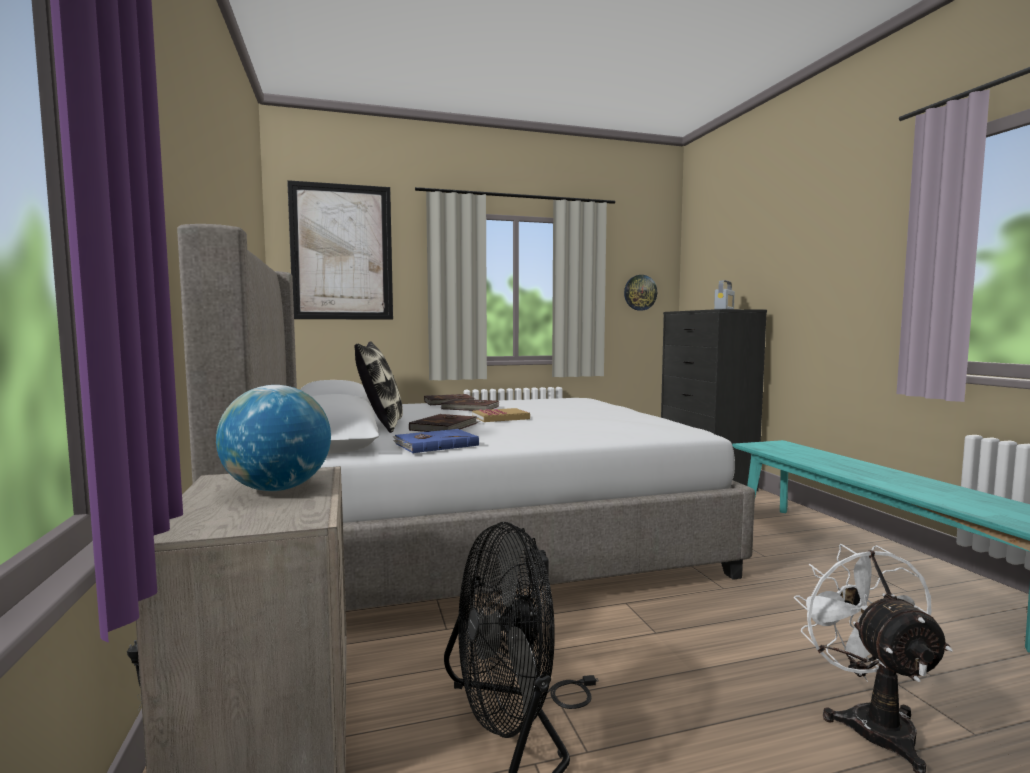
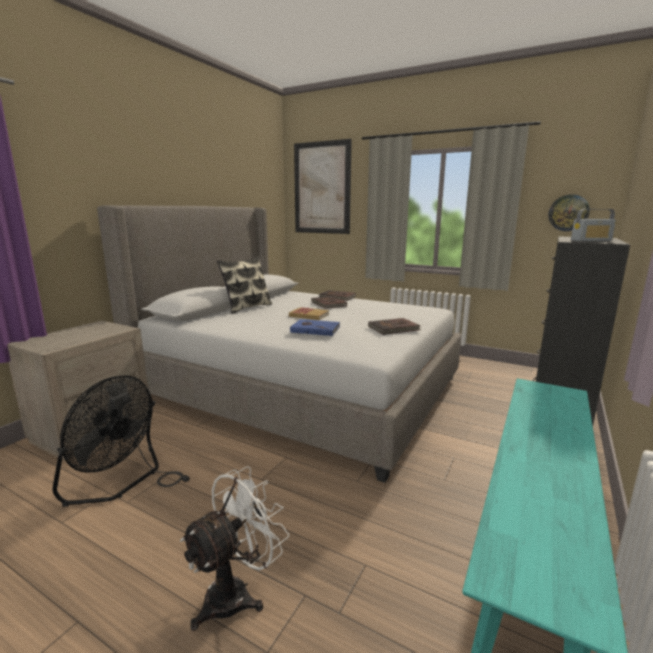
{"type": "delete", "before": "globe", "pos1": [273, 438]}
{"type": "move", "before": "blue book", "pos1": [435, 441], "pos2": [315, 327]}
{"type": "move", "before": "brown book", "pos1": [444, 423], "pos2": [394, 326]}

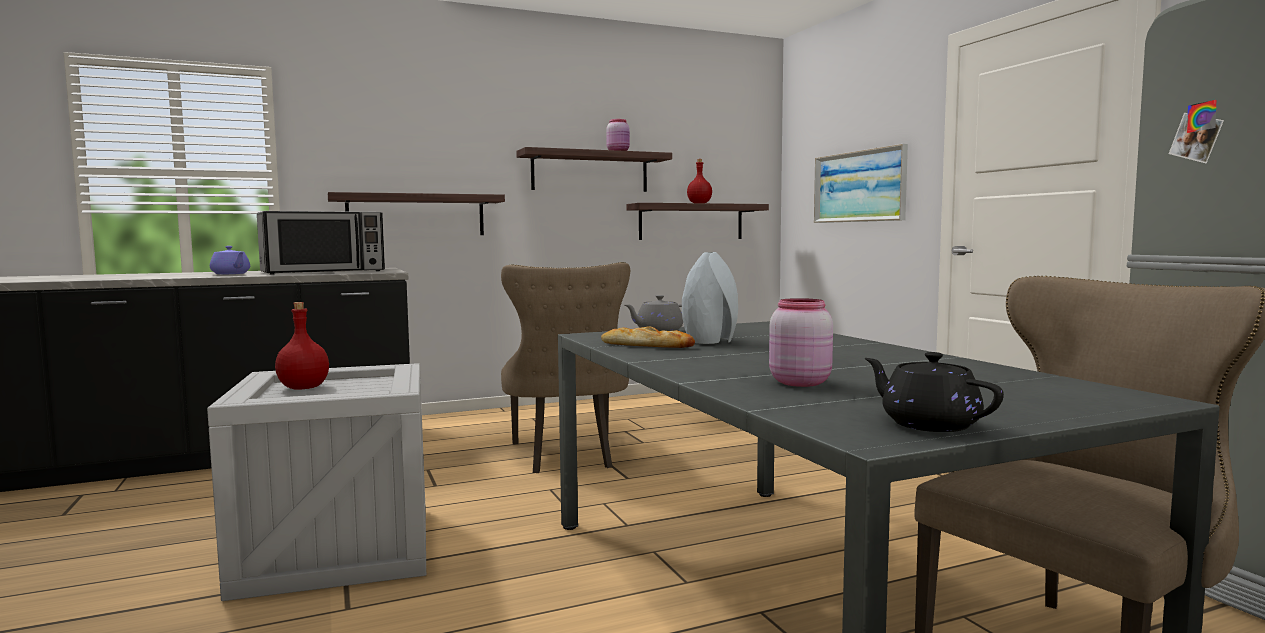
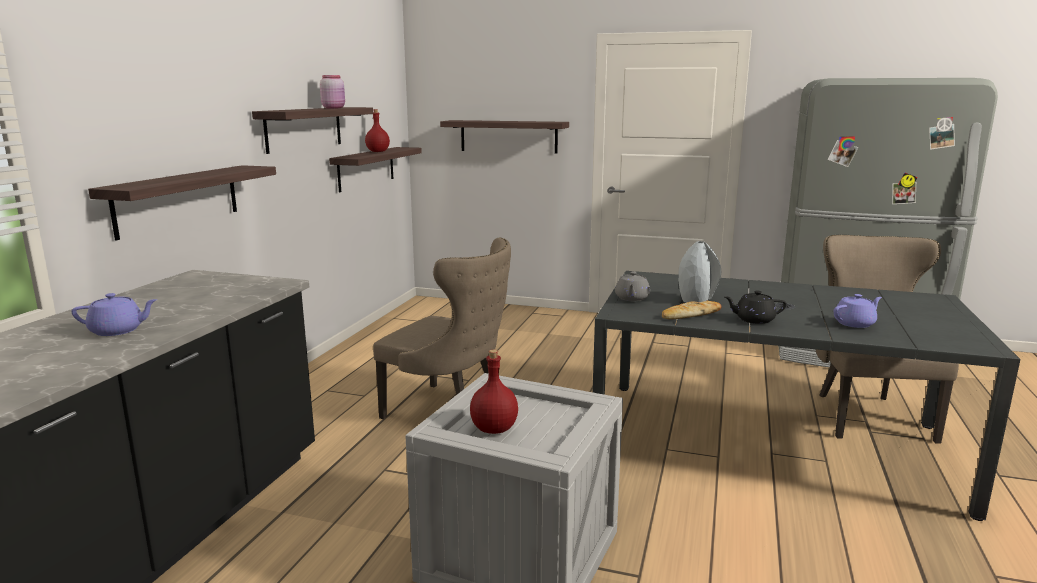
{"type": "delete", "before": "microwave", "pos1": [321, 243]}
{"type": "replace", "before": "pink jar", "after": "purple teapot", "pos1": [801, 342], "pos2": [858, 311]}
{"type": "replace", "before": "picture", "after": "shelf", "pos1": [861, 183], "pos2": [504, 137]}
{"type": "move", "before": "black teapot", "pos1": [934, 392], "pos2": [756, 307]}

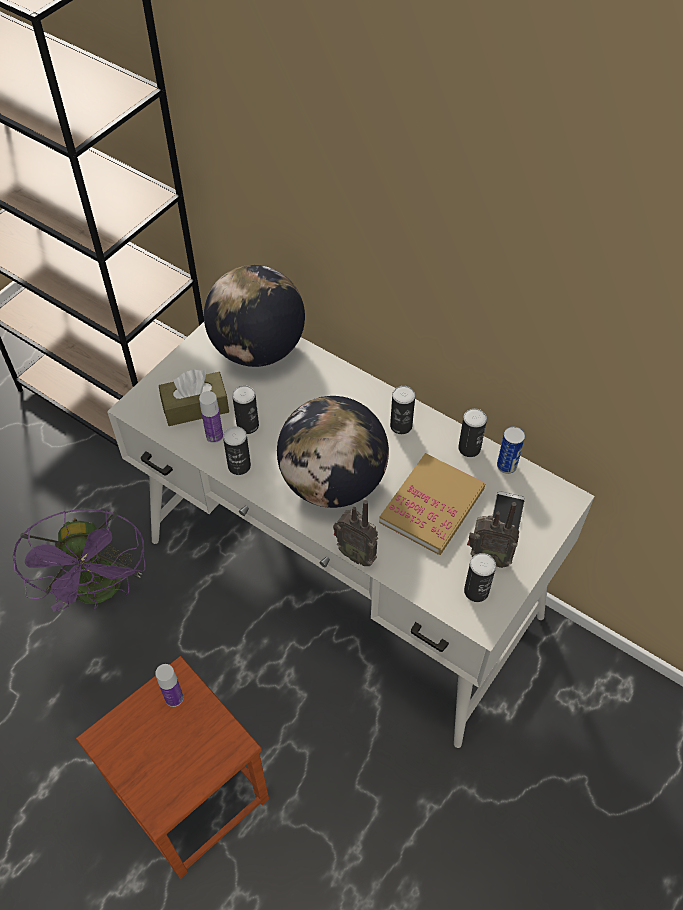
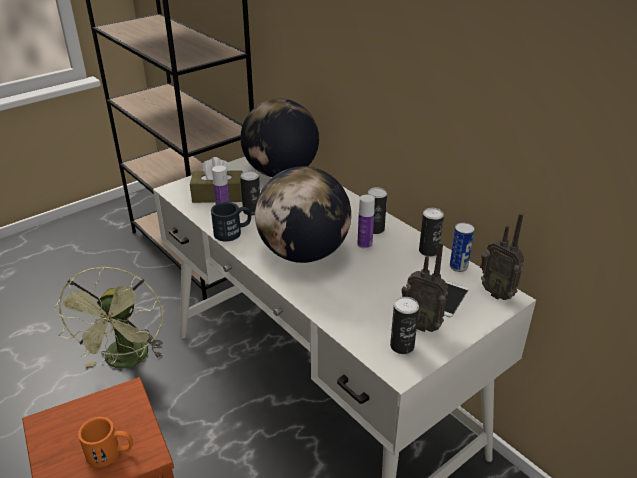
{"type": "recolor", "before": "purple fan", "after": "green fan", "pos1": [79, 560], "pos2": [108, 317]}
{"type": "move", "before": "bottle", "pos1": [169, 685], "pos2": [366, 222]}
{"type": "replace", "before": "can", "after": "black mug", "pos1": [237, 450], "pos2": [231, 222]}
{"type": "move", "before": "radio", "pos1": [355, 533], "pos2": [502, 256]}
{"type": "delete", "before": "book", "pos1": [432, 504]}
{"type": "insert", "after": "orange mug", "pos2": [105, 442]}

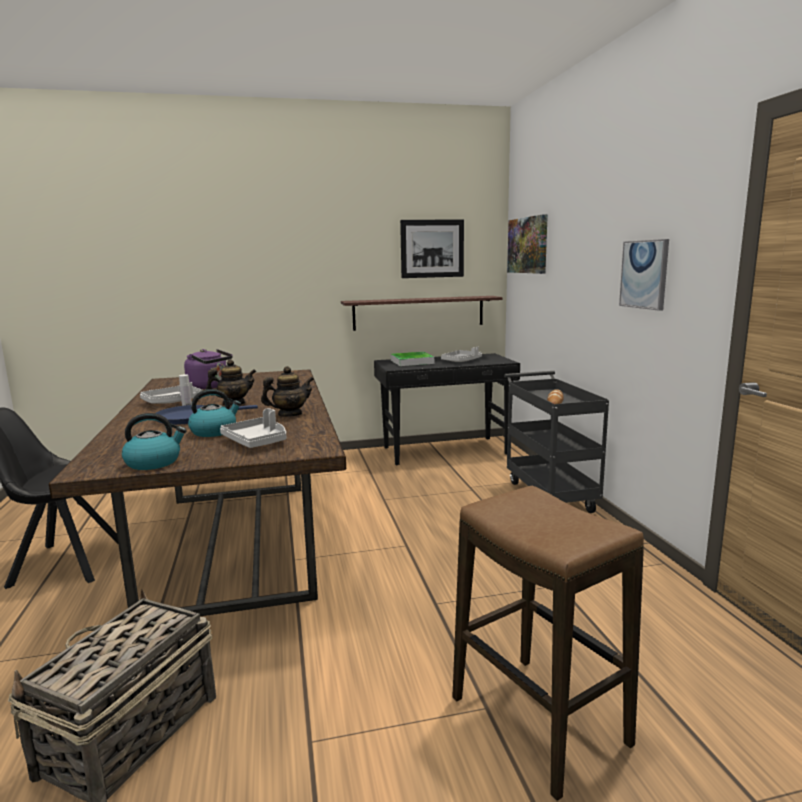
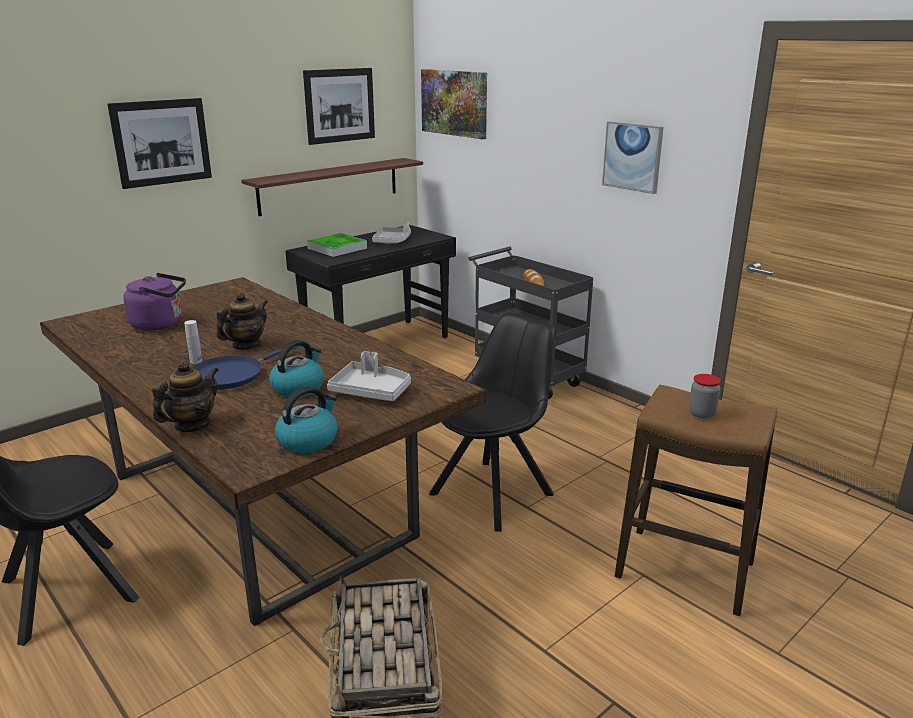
{"type": "delete", "before": "grey tray", "pos1": [171, 393]}
{"type": "move", "before": "teapot", "pos1": [287, 391], "pos2": [185, 396]}
{"type": "insert", "after": "picture", "pos2": [159, 143]}
{"type": "insert", "after": "black chair", "pos2": [492, 422]}
{"type": "insert", "after": "jar", "pos2": [705, 396]}

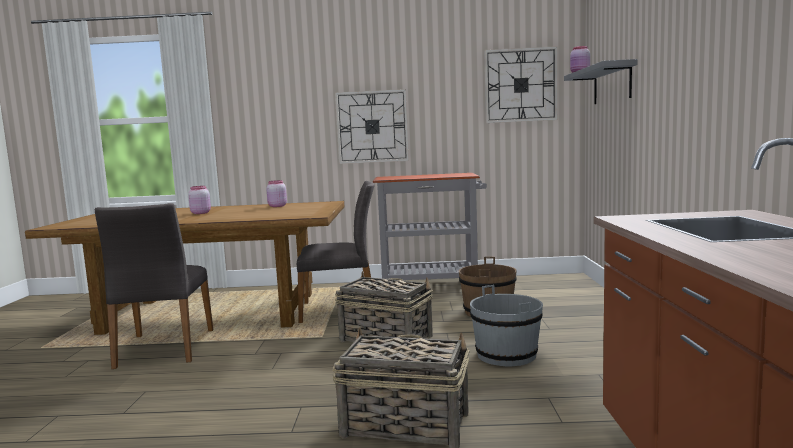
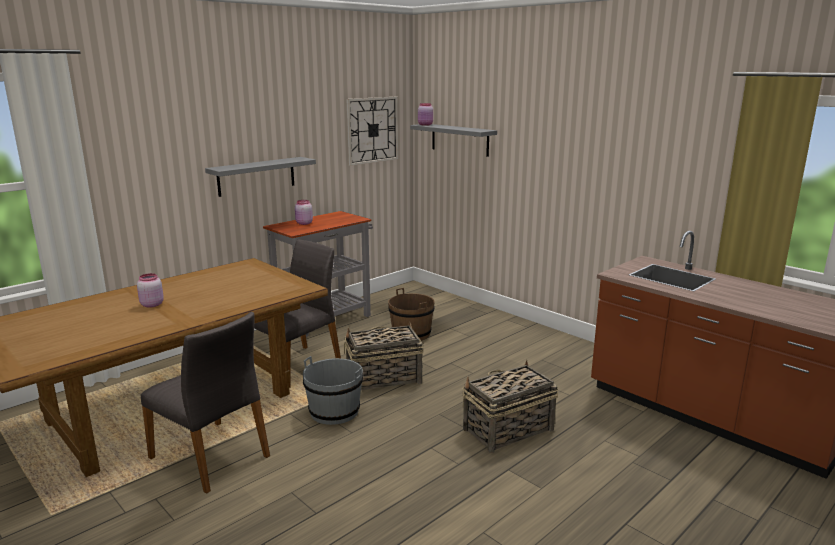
{"type": "move", "before": "pink jar", "pos1": [276, 193], "pos2": [304, 212]}
{"type": "replace", "before": "wall clock", "after": "grey shelf", "pos1": [372, 126], "pos2": [260, 177]}
{"type": "move", "before": "grey bucket", "pos1": [506, 325], "pos2": [333, 390]}

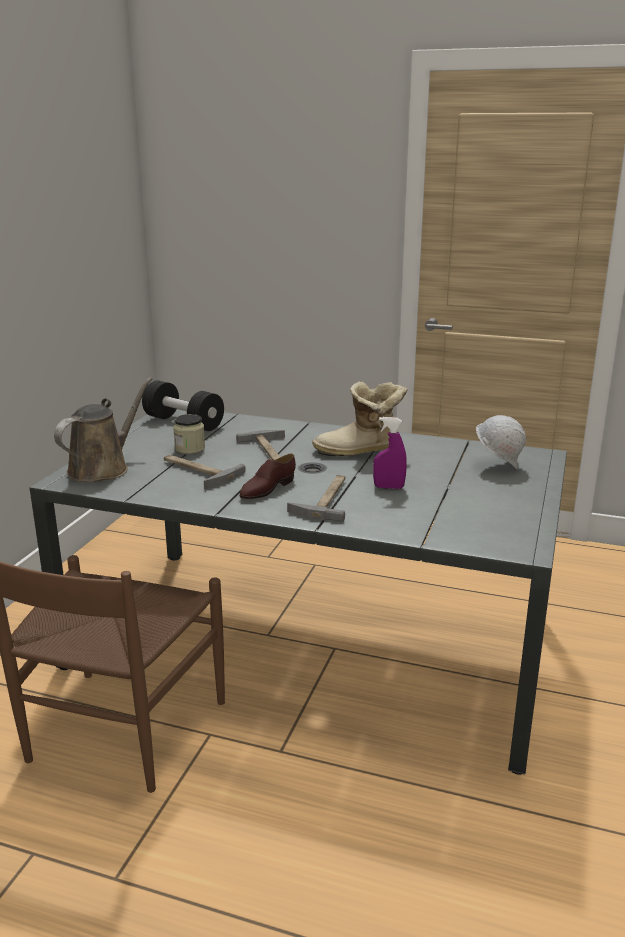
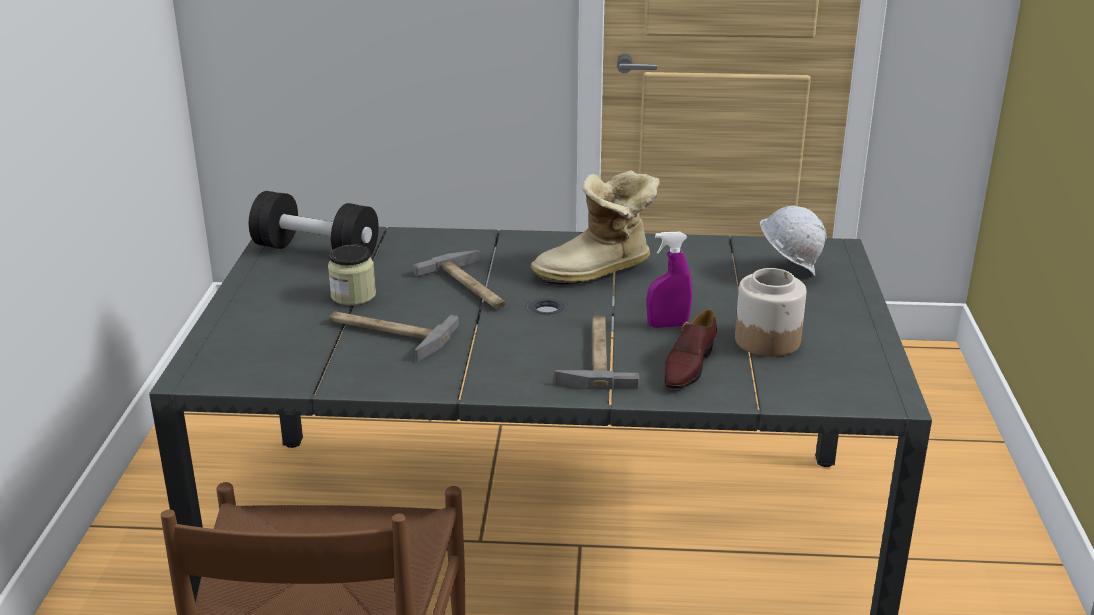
{"type": "delete", "before": "brown watering can", "pos1": [103, 429]}
{"type": "move", "before": "brown shoe", "pos1": [267, 476], "pos2": [690, 349]}
{"type": "insert", "after": "jar", "pos2": [770, 312]}

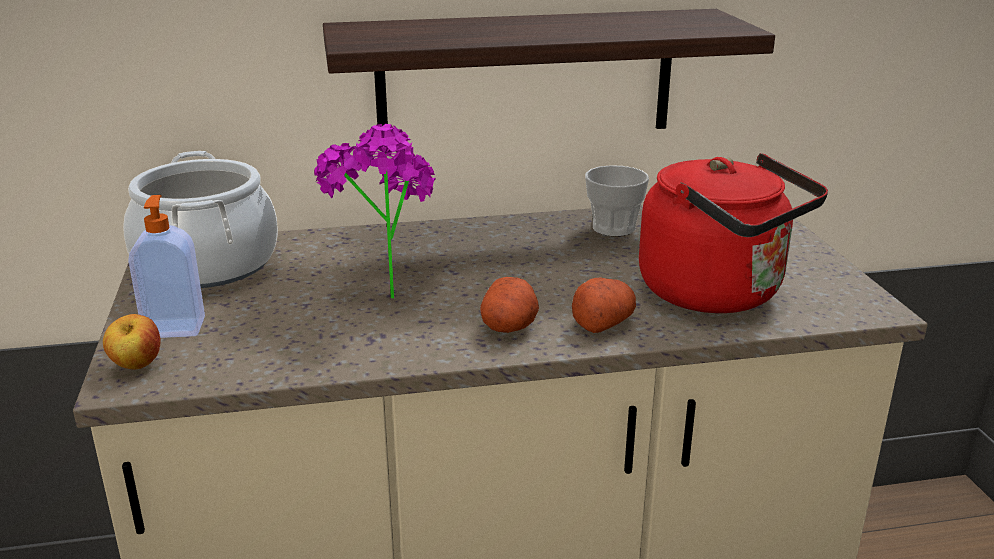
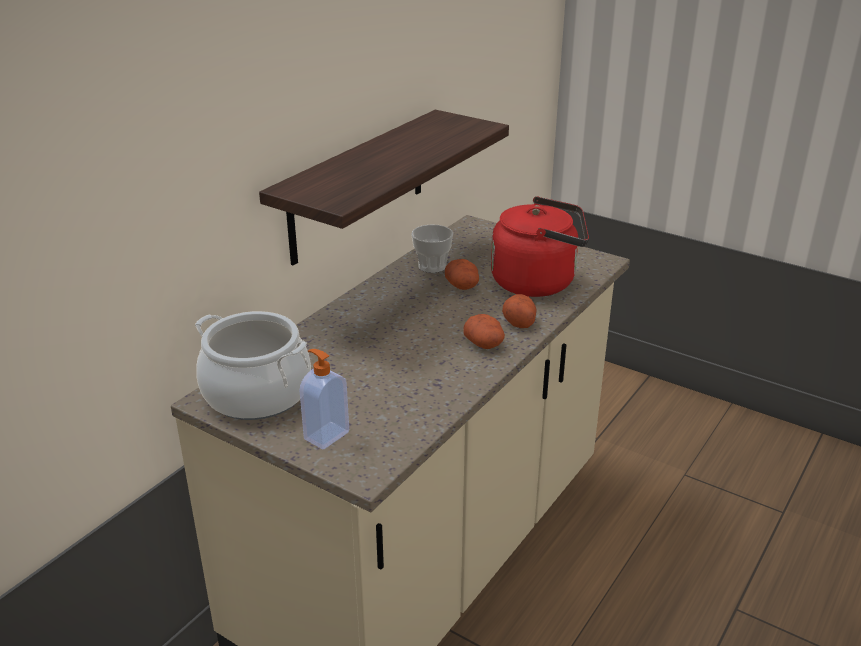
{"type": "delete", "before": "apple", "pos1": [131, 341]}
{"type": "delete", "before": "potted plant", "pos1": [375, 211]}
{"type": "insert", "after": "potato", "pos2": [462, 274]}

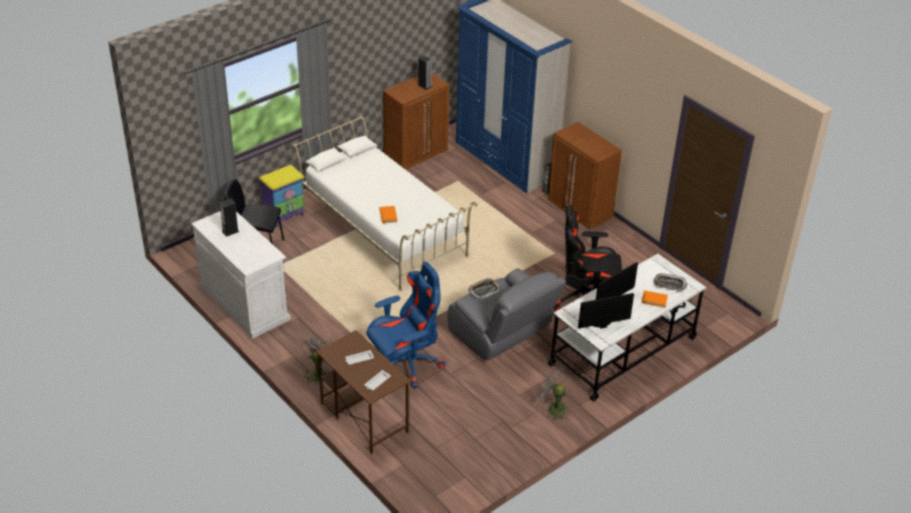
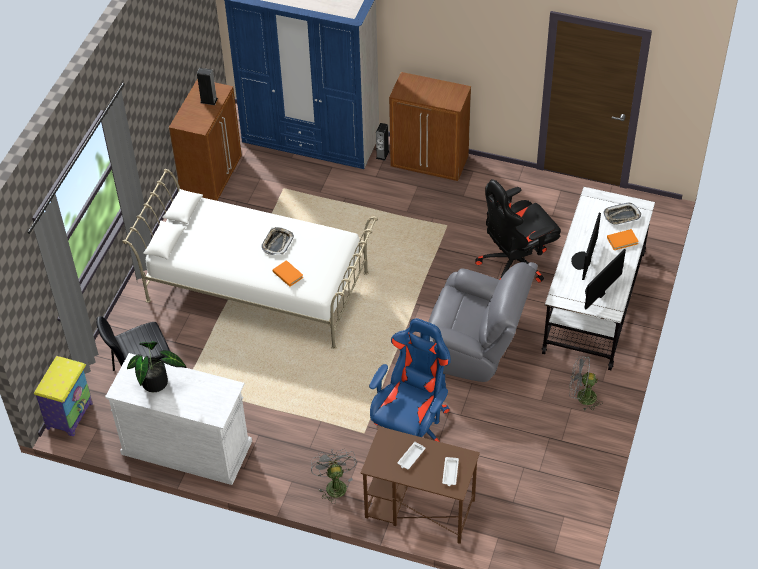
{"type": "replace", "before": "speaker", "after": "potted plant", "pos1": [229, 218], "pos2": [157, 366]}
{"type": "move", "before": "nightstand", "pos1": [282, 196], "pos2": [63, 396]}
{"type": "move", "before": "tray", "pos1": [484, 289], "pos2": [278, 241]}

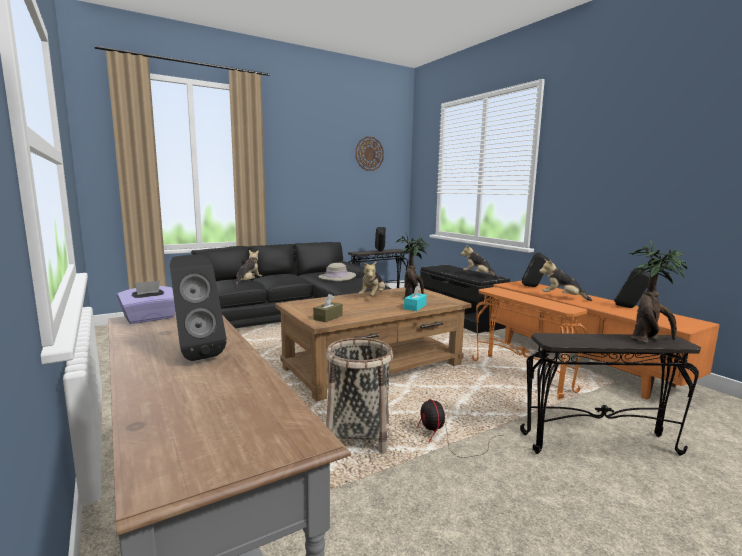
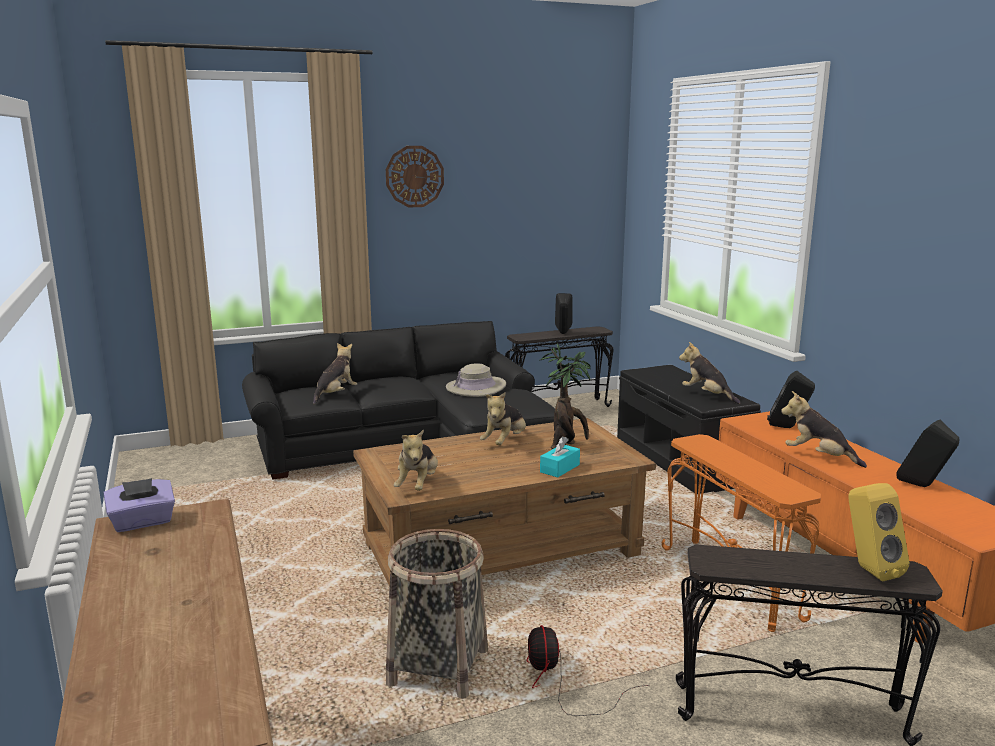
{"type": "delete", "before": "black speaker", "pos1": [198, 308]}
{"type": "replace", "before": "brown tissue box", "after": "plush toy", "pos1": [328, 308], "pos2": [416, 460]}
{"type": "move", "before": "wall clock", "pos1": [369, 153], "pos2": [415, 177]}
{"type": "replace", "before": "potted plant", "after": "yellow speaker", "pos1": [658, 291], "pos2": [879, 532]}

